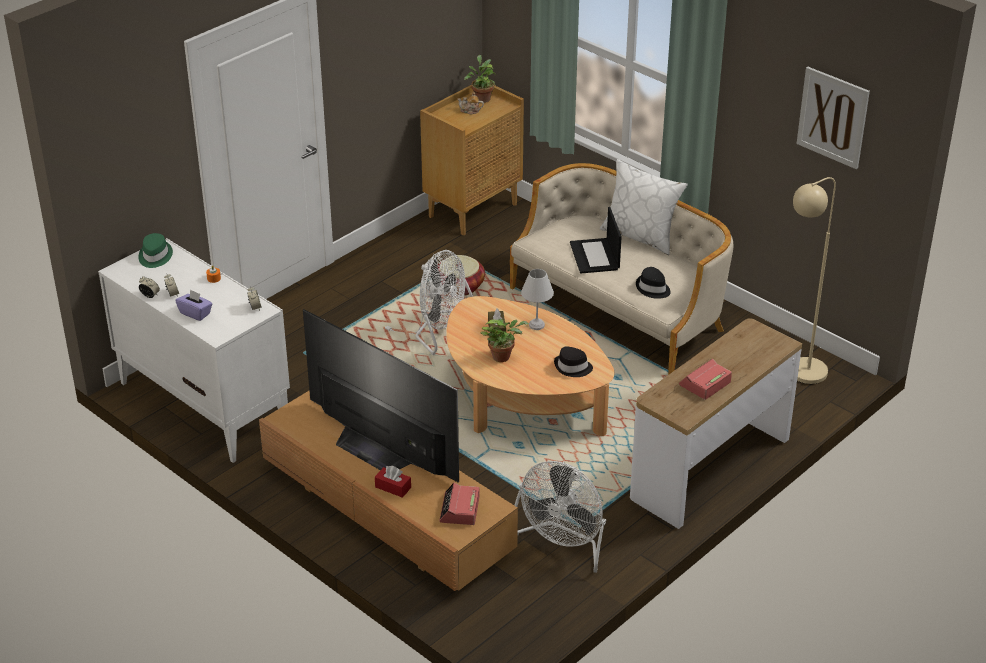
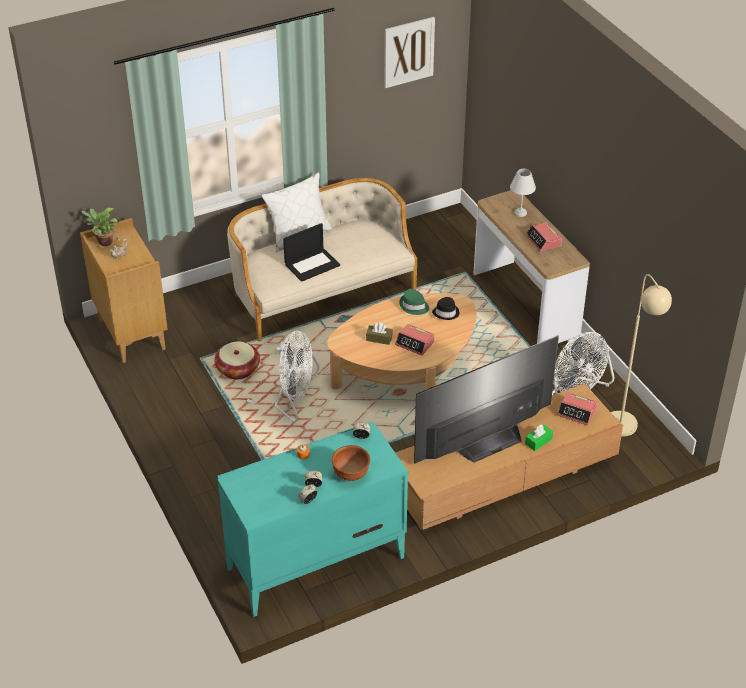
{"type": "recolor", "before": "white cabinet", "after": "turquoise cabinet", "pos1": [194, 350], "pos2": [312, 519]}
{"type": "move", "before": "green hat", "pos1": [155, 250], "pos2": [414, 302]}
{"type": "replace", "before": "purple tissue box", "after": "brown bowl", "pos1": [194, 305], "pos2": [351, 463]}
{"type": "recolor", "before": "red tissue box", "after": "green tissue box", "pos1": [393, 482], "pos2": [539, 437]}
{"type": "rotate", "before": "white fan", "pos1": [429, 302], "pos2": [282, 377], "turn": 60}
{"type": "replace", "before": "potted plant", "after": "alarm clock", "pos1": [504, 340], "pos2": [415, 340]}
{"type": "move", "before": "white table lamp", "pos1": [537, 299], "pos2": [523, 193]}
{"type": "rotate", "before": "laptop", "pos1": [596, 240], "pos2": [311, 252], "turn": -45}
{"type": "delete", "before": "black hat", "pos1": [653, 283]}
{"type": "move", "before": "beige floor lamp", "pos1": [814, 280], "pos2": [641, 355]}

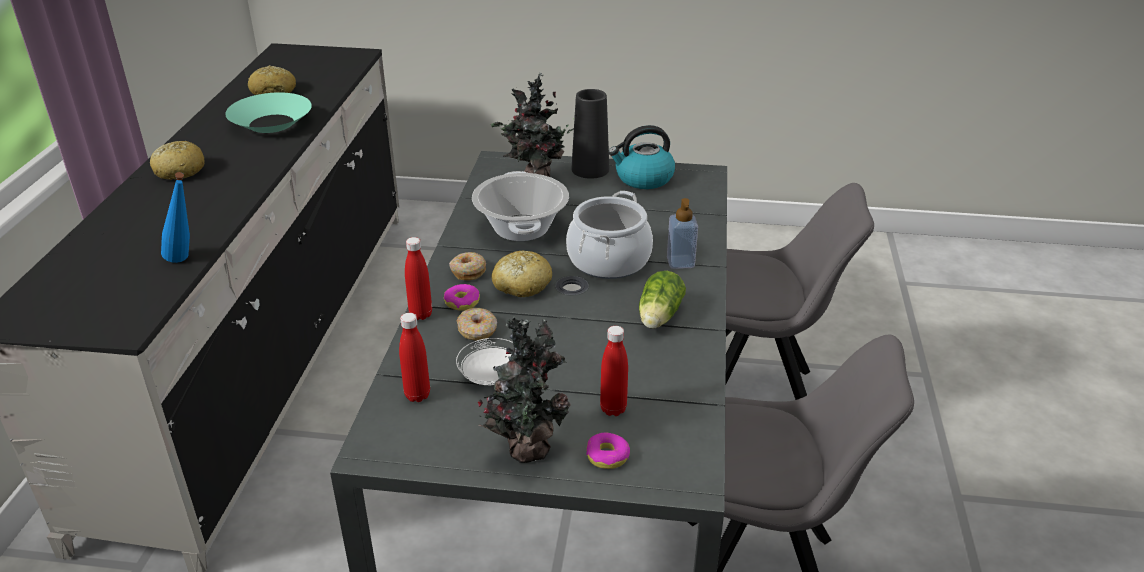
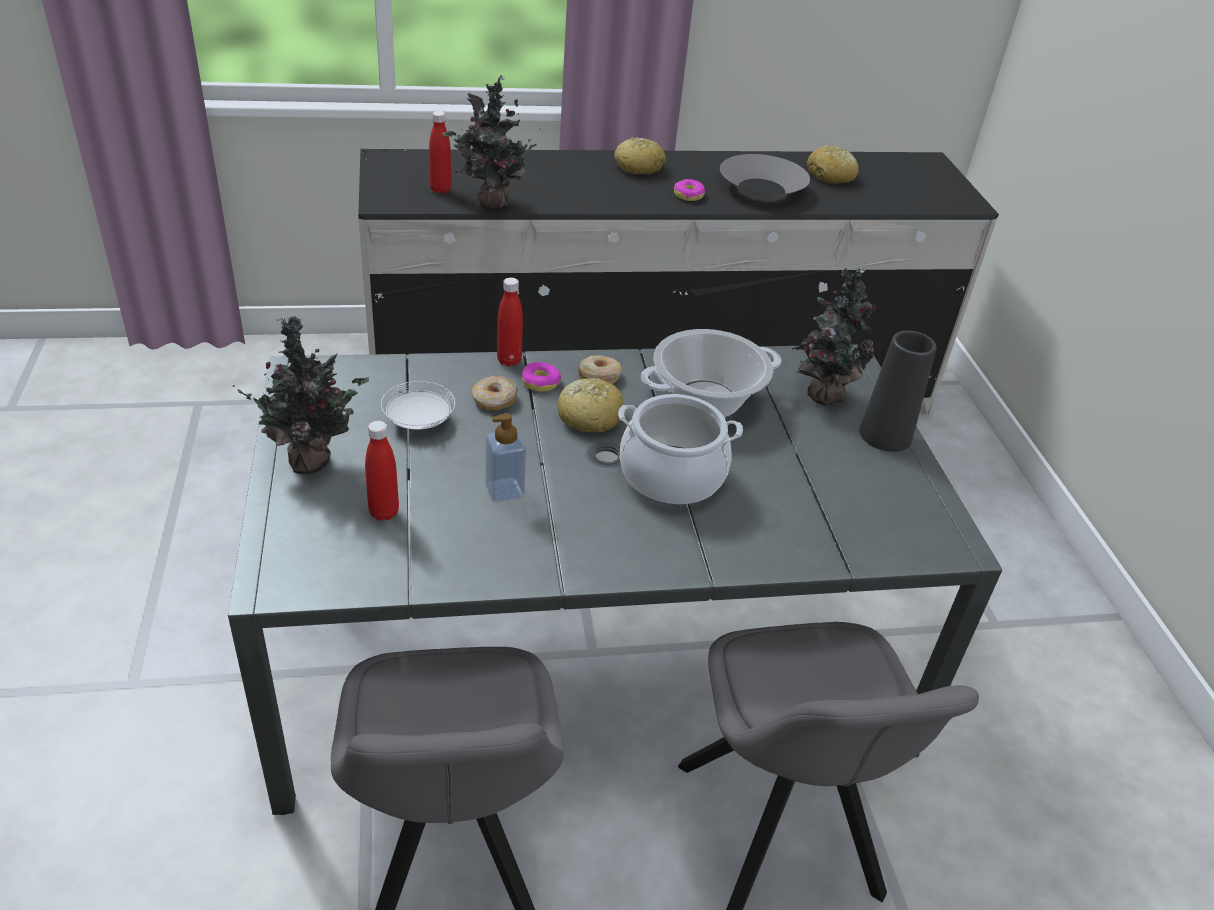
{"type": "replace", "before": "blue bottle", "after": "potted plant", "pos1": [175, 217], "pos2": [491, 142]}
{"type": "recolor", "before": "turquoise bowl", "after": "grey bowl", "pos1": [268, 112], "pos2": [765, 177]}
{"type": "move", "before": "red bottle", "pos1": [414, 357], "pos2": [440, 152]}
{"type": "move", "before": "donut", "pos1": [608, 451], "pos2": [689, 190]}
{"type": "delete", "before": "kettle", "pos1": [641, 157]}
{"type": "delete", "before": "lettuce", "pos1": [662, 300]}
{"type": "move", "before": "soap dispenser", "pos1": [682, 233], "pos2": [505, 458]}

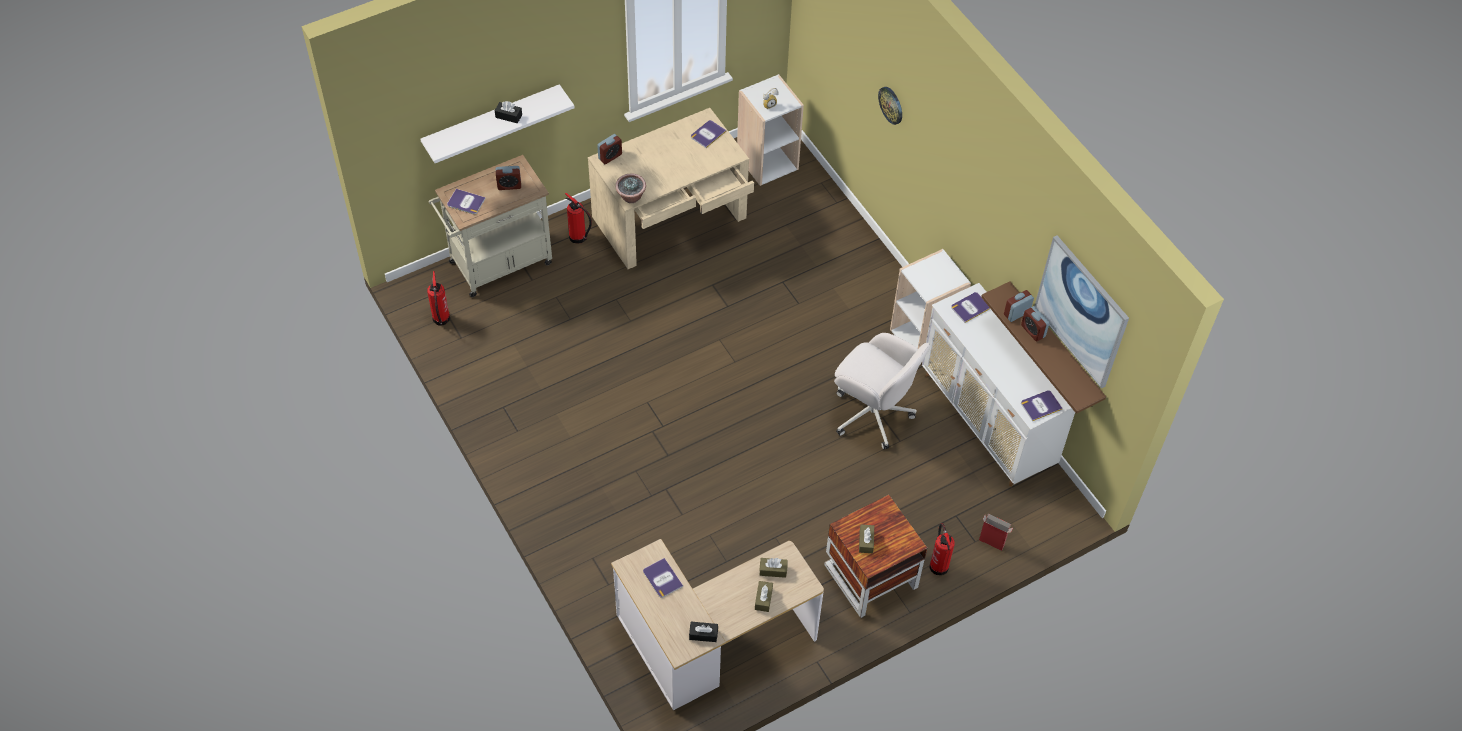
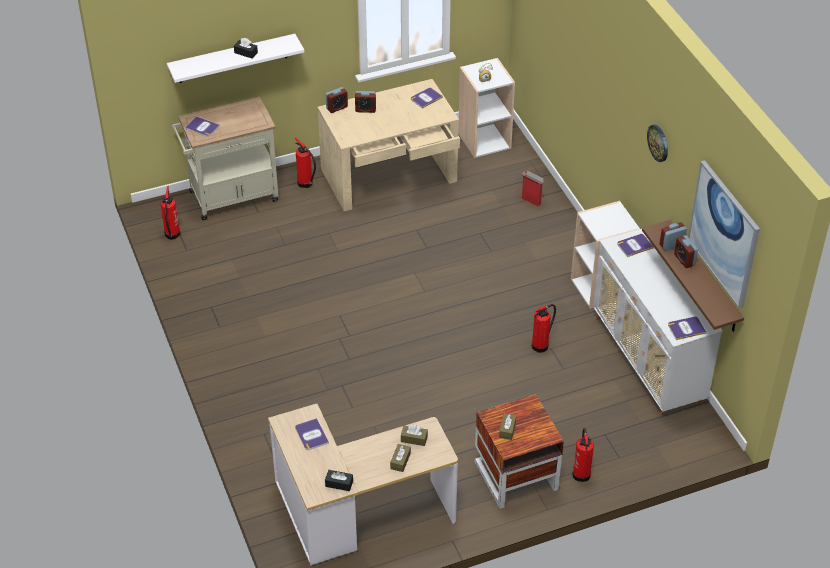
{"type": "move", "before": "alarm clock", "pos1": [508, 178], "pos2": [365, 102]}
{"type": "delete", "before": "potted plant", "pos1": [630, 188]}
{"type": "replace", "before": "white office chair", "after": "fire extinguisher", "pos1": [882, 391], "pos2": [544, 328]}
{"type": "move", "before": "wall clock", "pos1": [890, 106], "pos2": [657, 143]}
{"type": "move", "before": "cardboard box", "pos1": [996, 532], "pos2": [533, 188]}

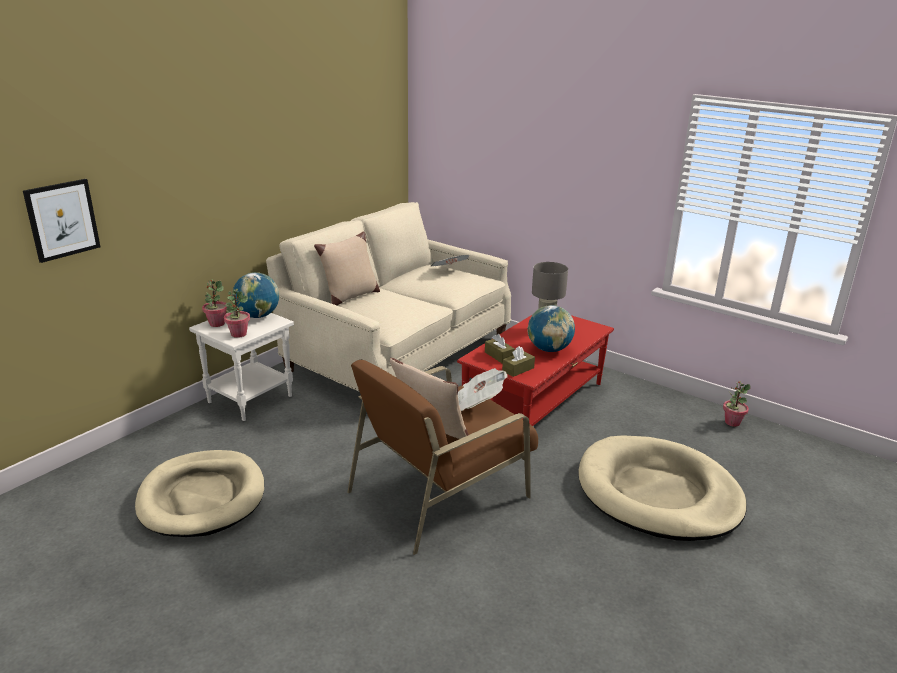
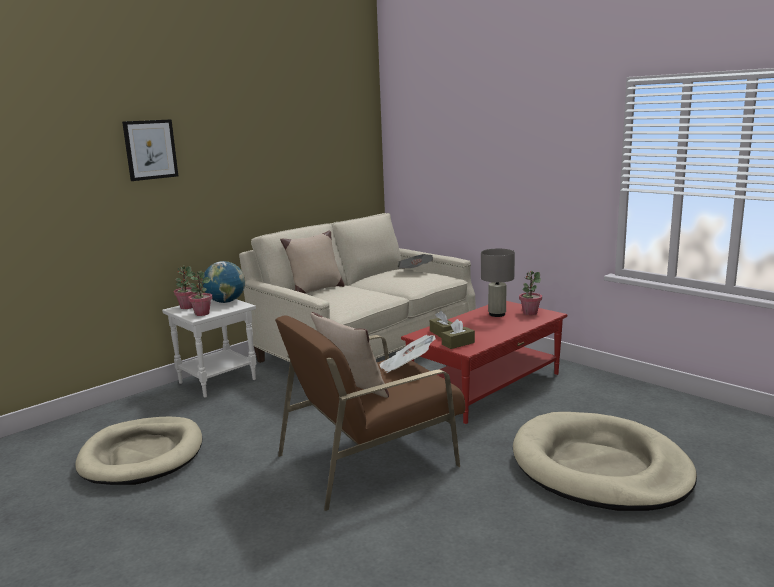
{"type": "move", "before": "picture", "pos1": [61, 221], "pos2": [150, 150]}
{"type": "delete", "before": "globe", "pos1": [551, 328]}
{"type": "move", "before": "potted plant", "pos1": [737, 404], "pos2": [530, 293]}

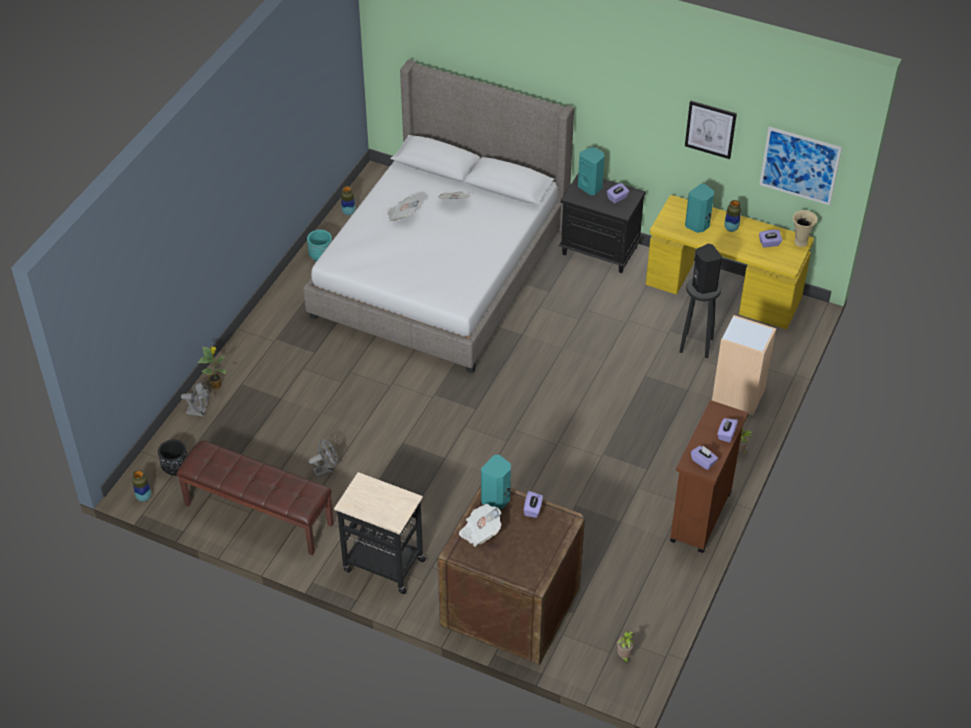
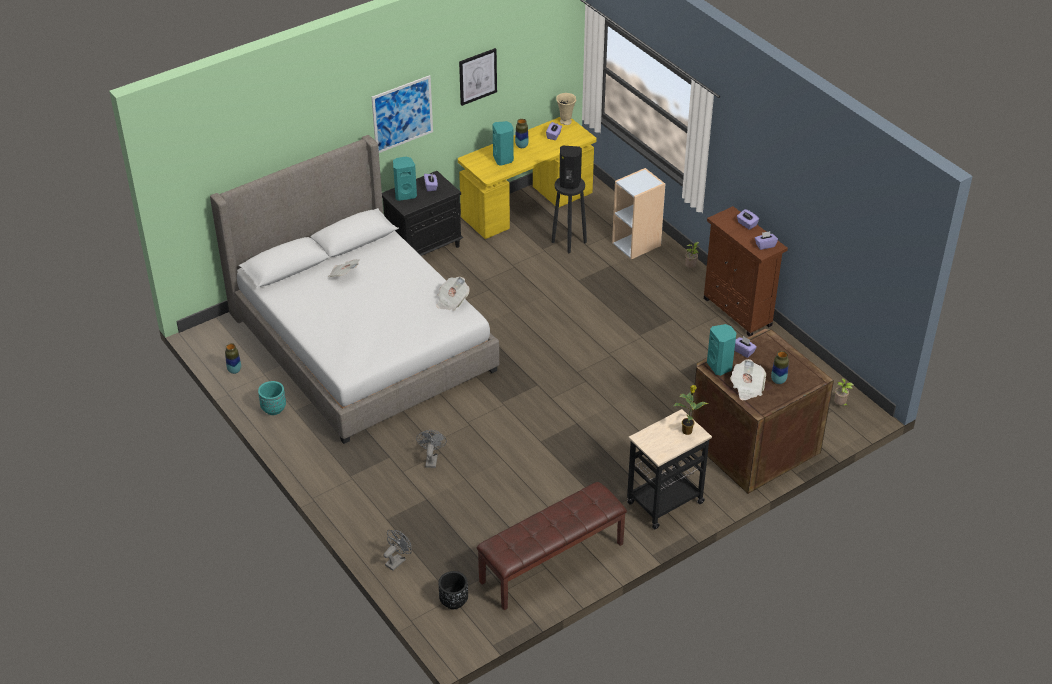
{"type": "move", "before": "vase", "pos1": [141, 486], "pos2": [780, 367]}
{"type": "move", "before": "potted plant", "pos1": [212, 368], "pos2": [691, 410]}
{"type": "move", "before": "grey fan", "pos1": [323, 458], "pos2": [431, 449]}
{"type": "move", "before": "newspaper", "pos1": [403, 208], "pos2": [453, 294]}
{"type": "move", "before": "picture", "pos1": [800, 166], "pos2": [402, 114]}

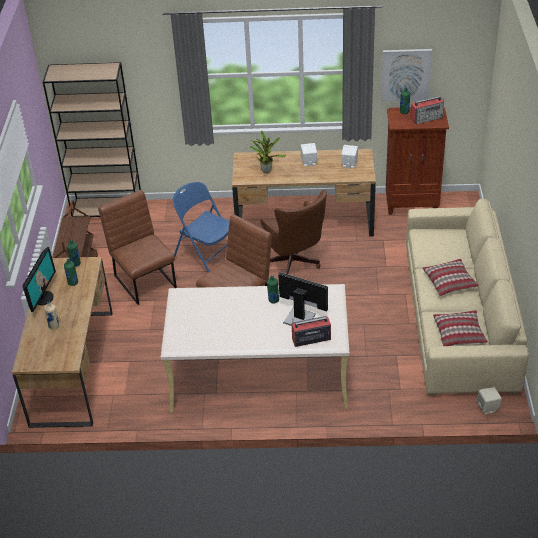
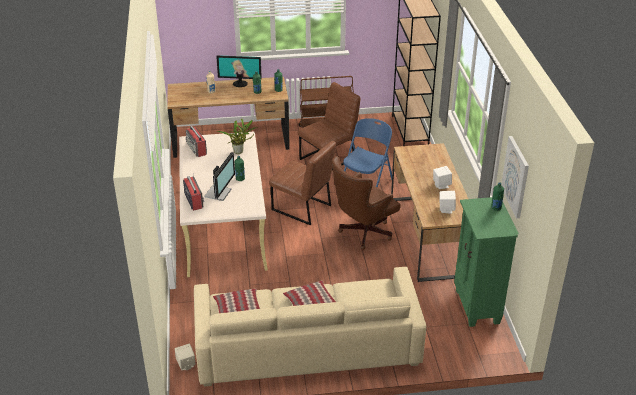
{"type": "move", "before": "potted plant", "pos1": [267, 152], "pos2": [237, 136]}
{"type": "recolor", "before": "brown cabinet", "after": "green cabinet", "pos1": [417, 161], "pos2": [486, 262]}
{"type": "move", "before": "radio", "pos1": [427, 110], "pos2": [196, 141]}

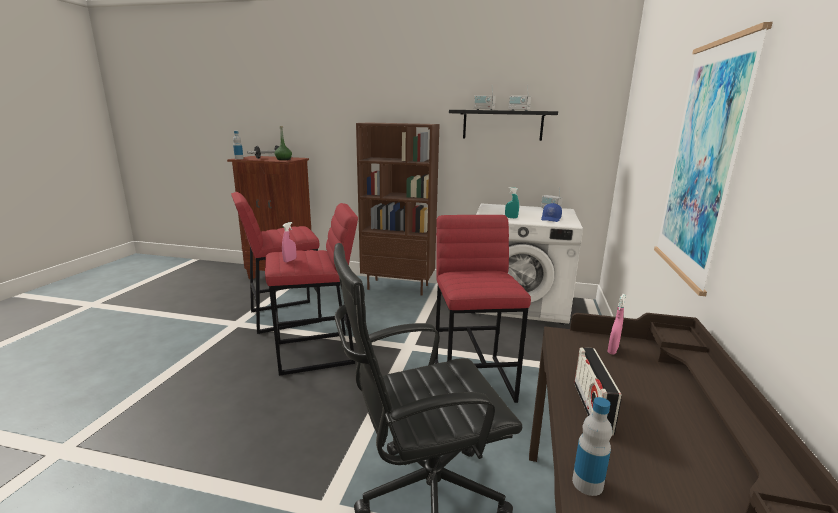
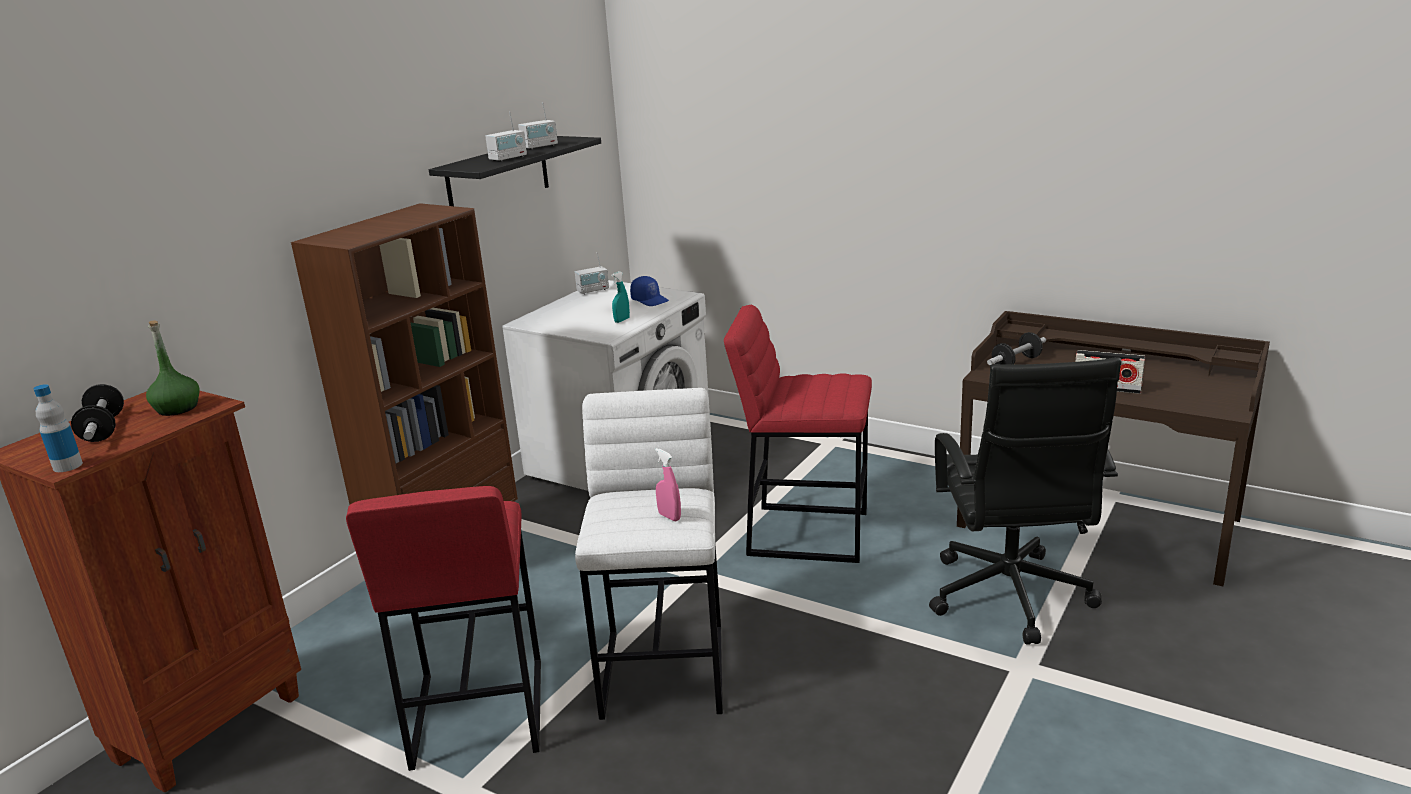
{"type": "recolor", "before": "red stool", "after": "white stool", "pos1": [311, 289], "pos2": [649, 554]}
{"type": "delete", "before": "bottle", "pos1": [592, 446]}
{"type": "replace", "before": "pink spray bottle", "after": "dumbbell", "pos1": [616, 324], "pos2": [1016, 348]}
{"type": "delete", "before": "picture", "pos1": [713, 159]}

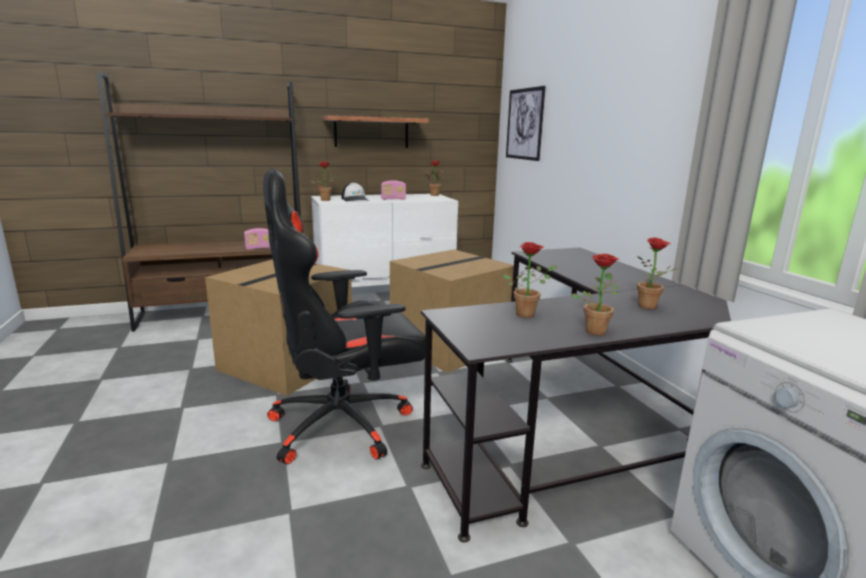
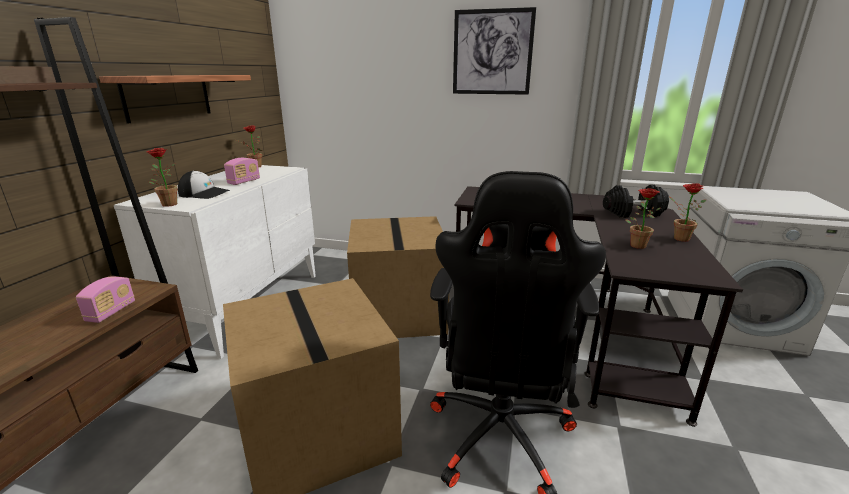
{"type": "move", "before": "picture", "pos1": [526, 123], "pos2": [494, 51]}
{"type": "replace", "before": "potted plant", "after": "black dumbbell", "pos1": [658, 273], "pos2": [636, 201]}

